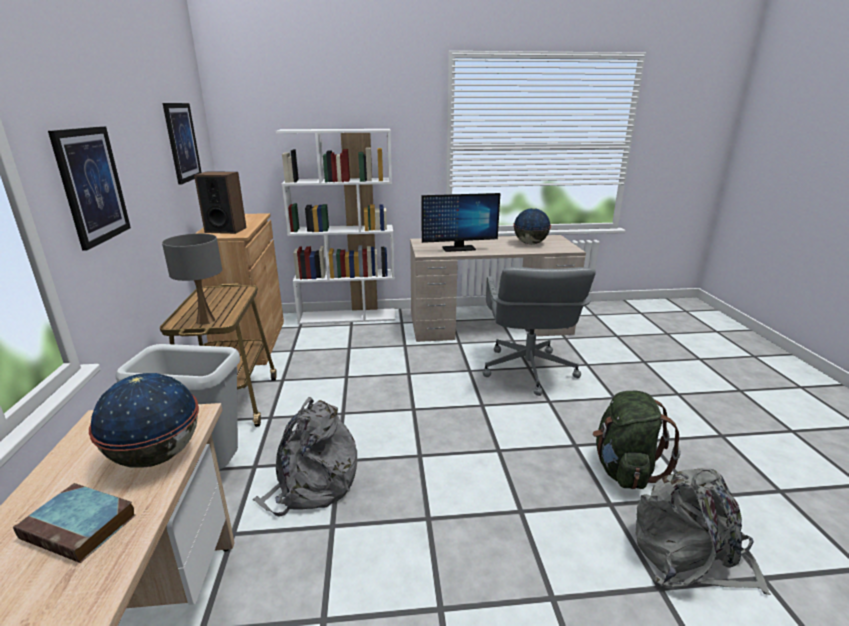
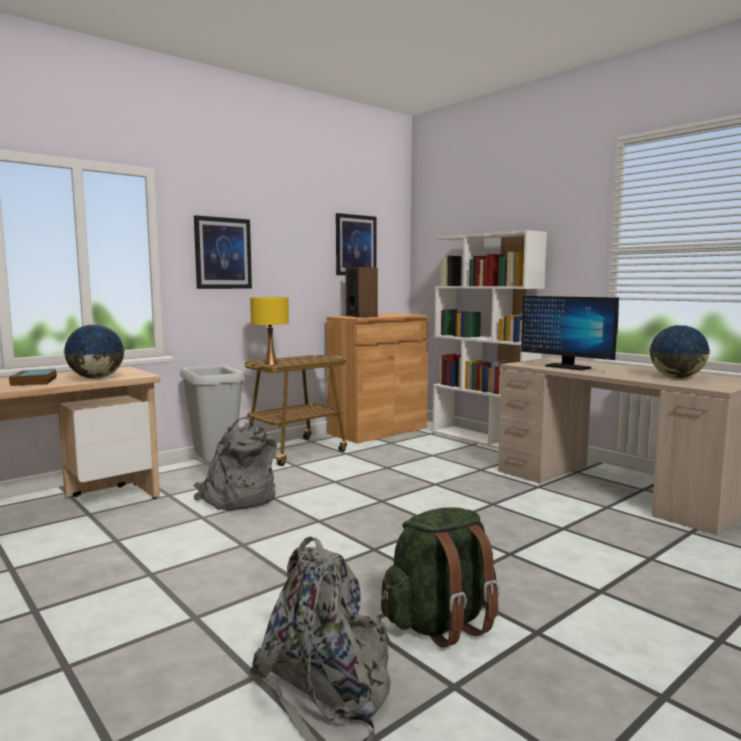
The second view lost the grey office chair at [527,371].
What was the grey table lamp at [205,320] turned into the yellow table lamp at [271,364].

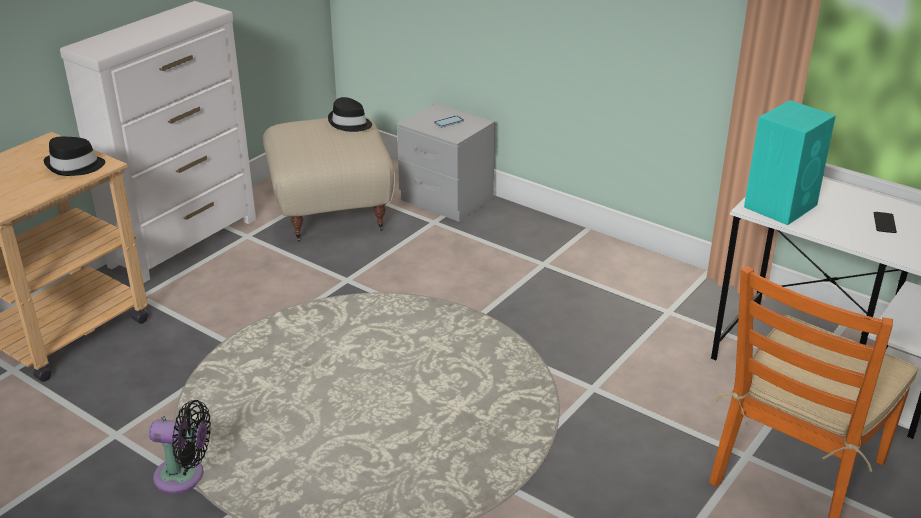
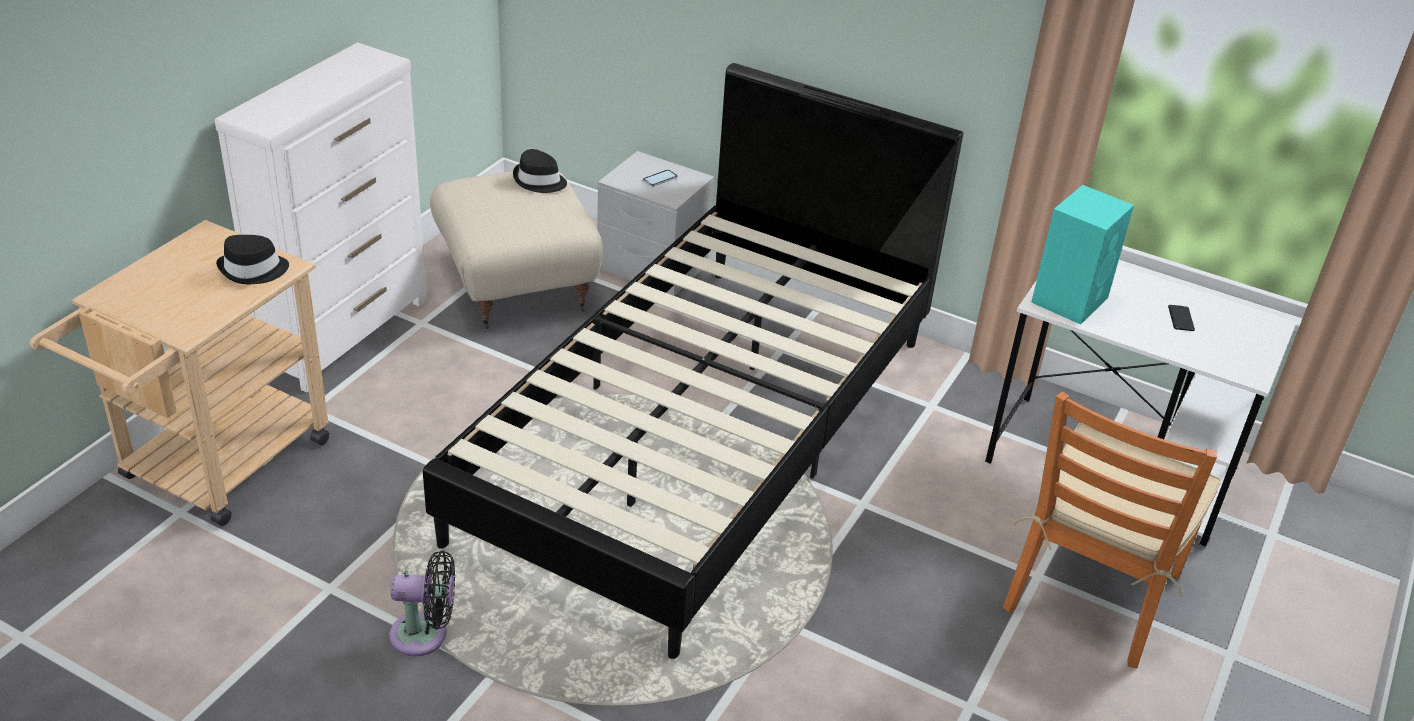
The second view gained the black bed at [702,434].

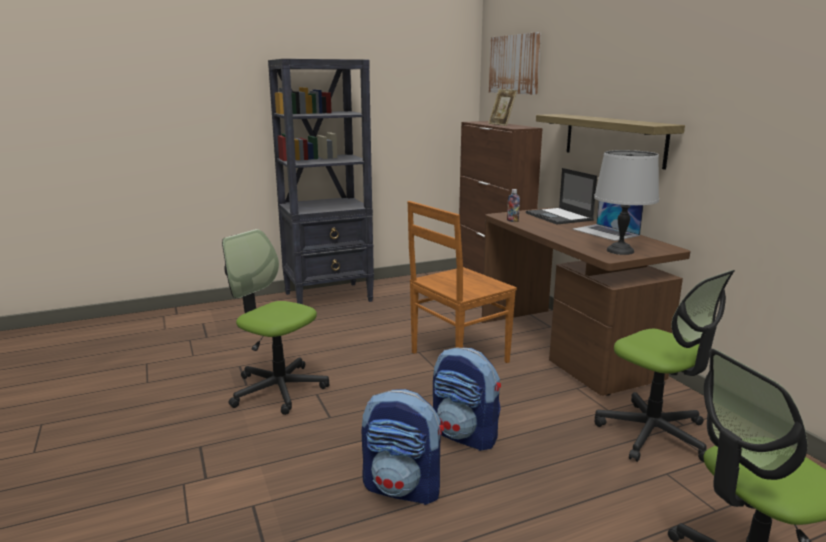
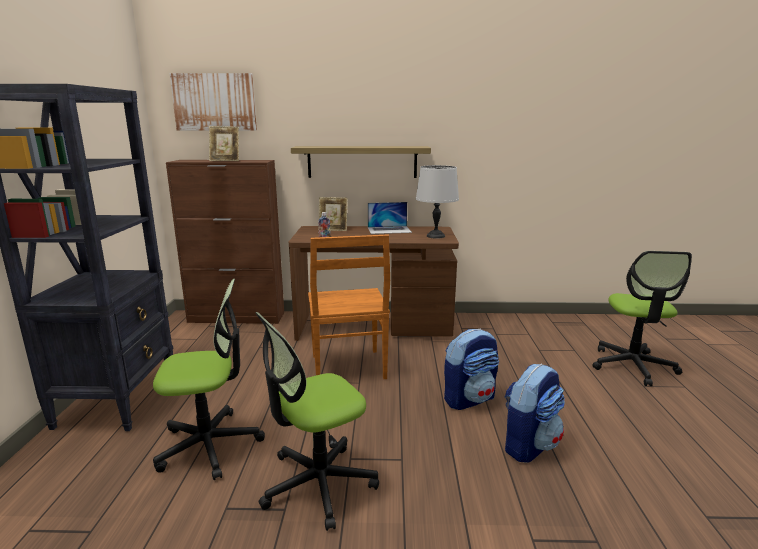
The office chair ended up elsewhere, having gone from [654,434] to [210,445].
Where the laptop stood at [559,217], the picture frame came to stand at [333,229].

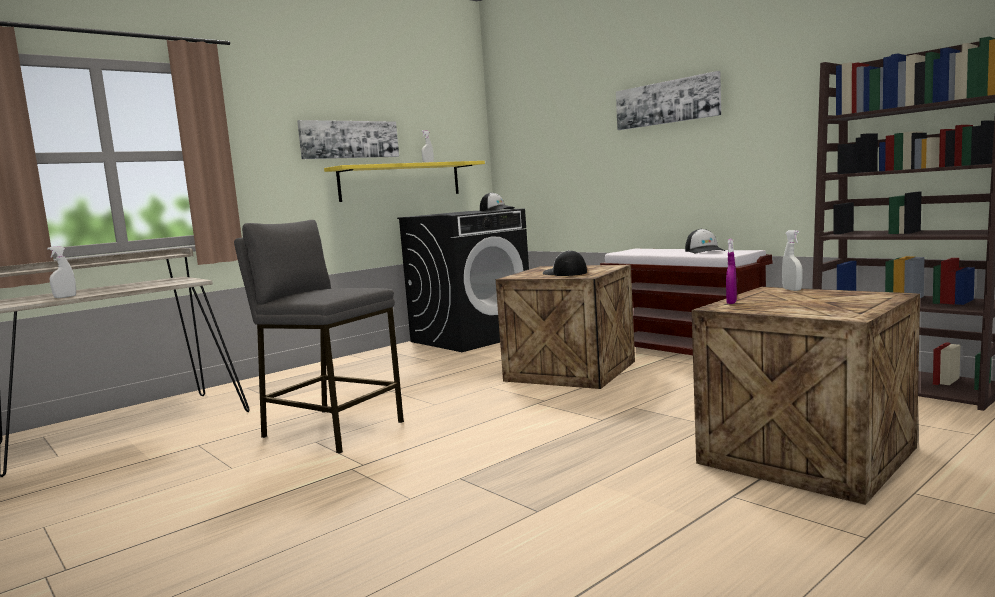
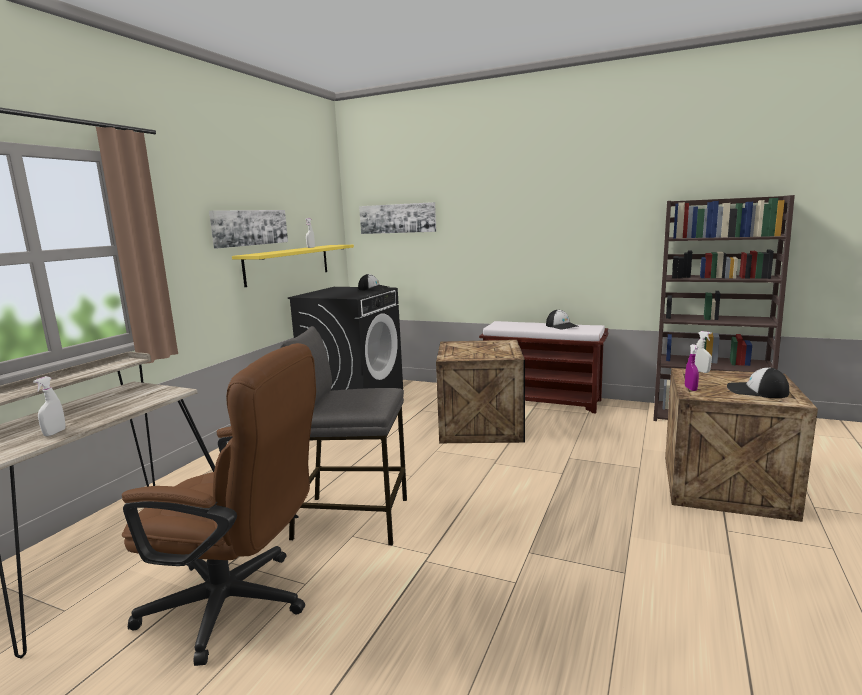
The second view gained the brown office chair at [240,605].
The cap ended up elsewhere, having gone from [564,273] to [756,391].
The picture ended up elsewhere, having gone from [667,102] to [397,218].

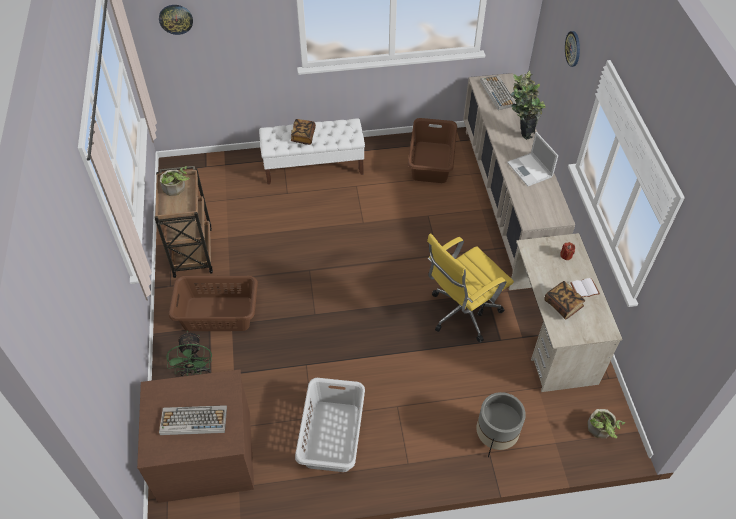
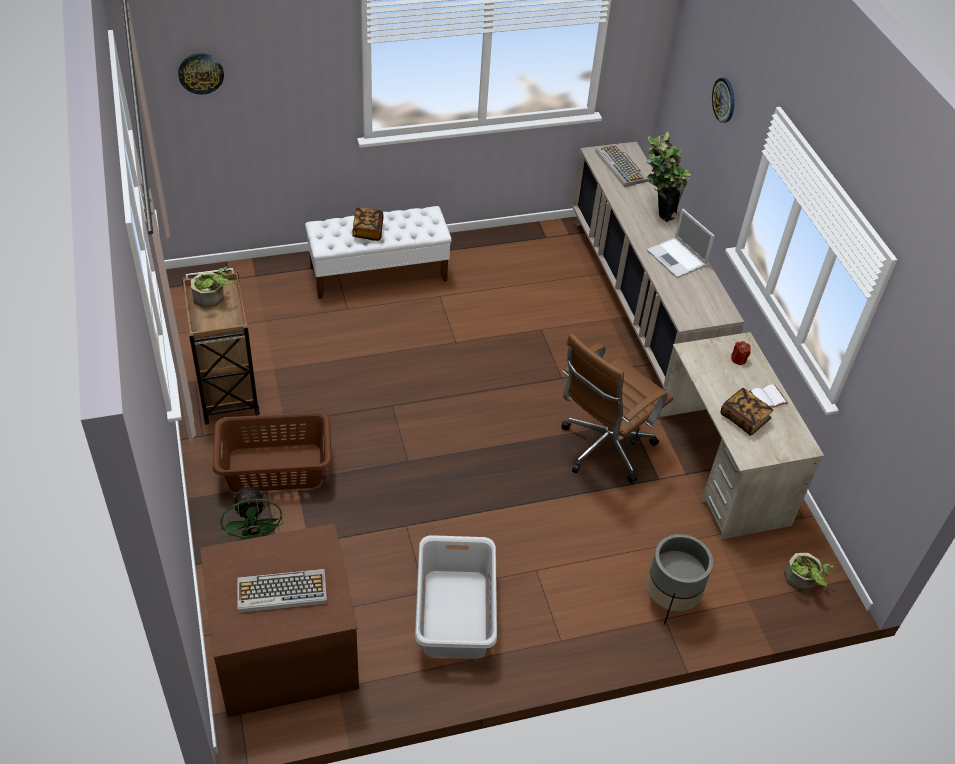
The second view lost the brown laundry basket at [431,162].
What was the yellow office chair at [461,314] turned into the brown office chair at [603,449].

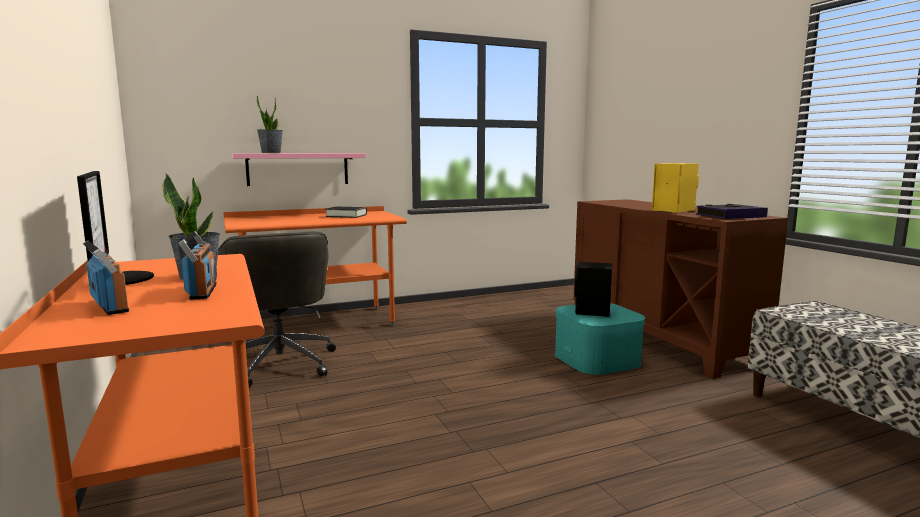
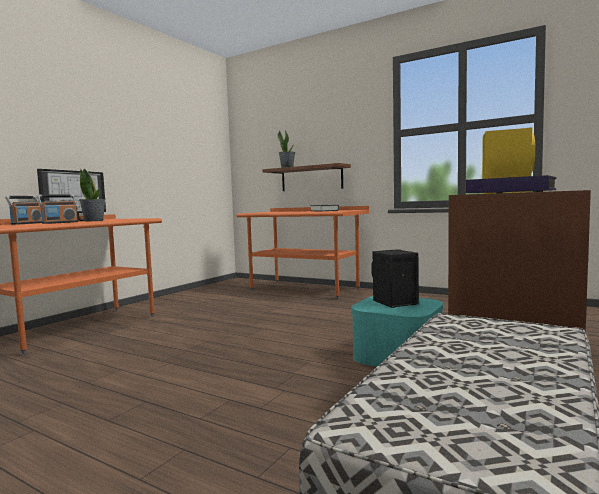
The second view lost the grey office chair at [279,362].
What was the pink shelf at [298,169] turned into the brown shelf at [311,178].

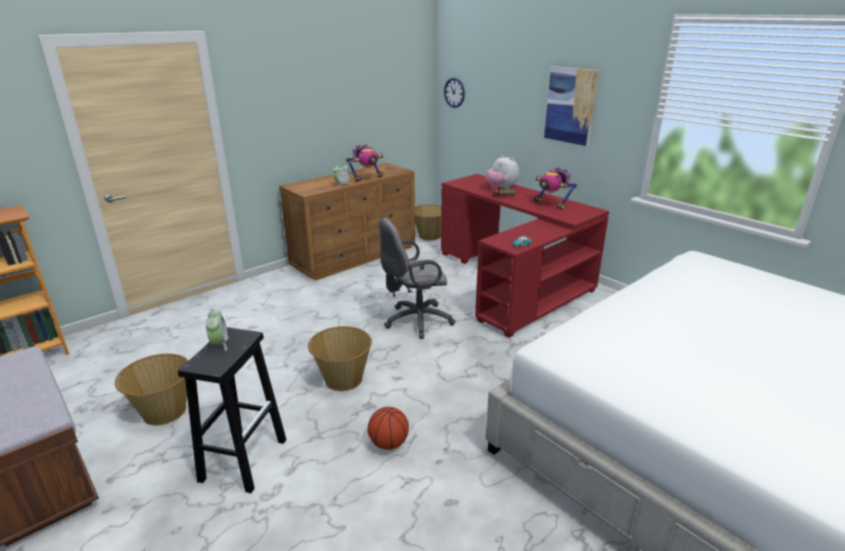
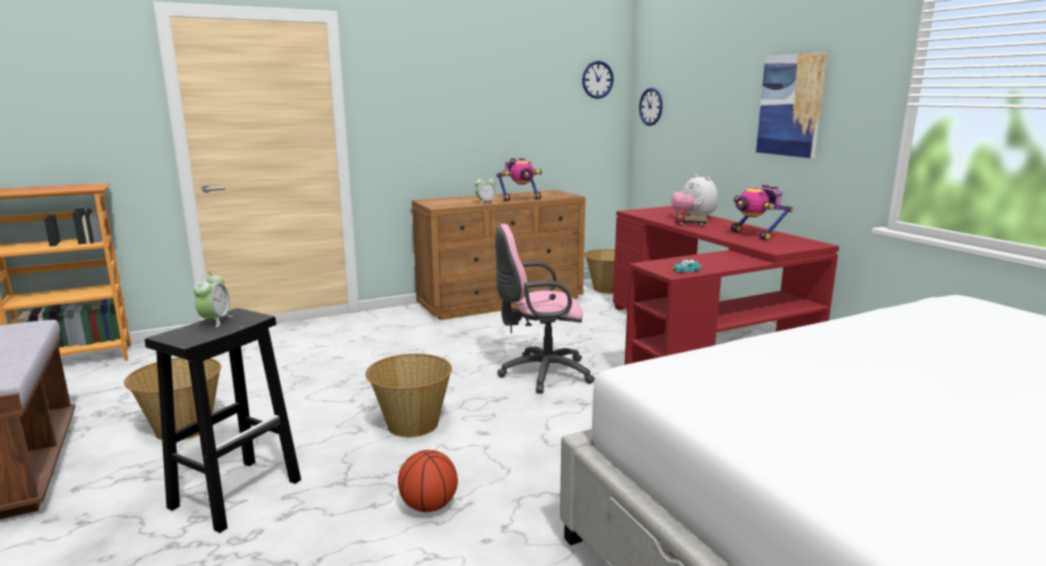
The second view gained the wall clock at [597,79].
What was the grey office chair at [414,321] turned into the pink office chair at [540,374].

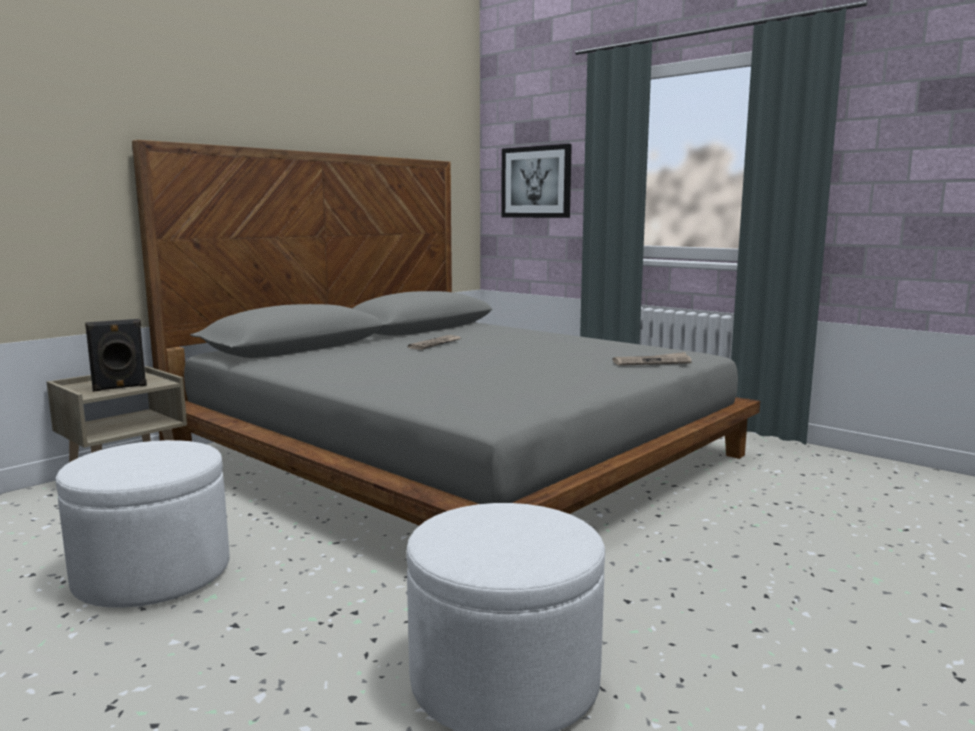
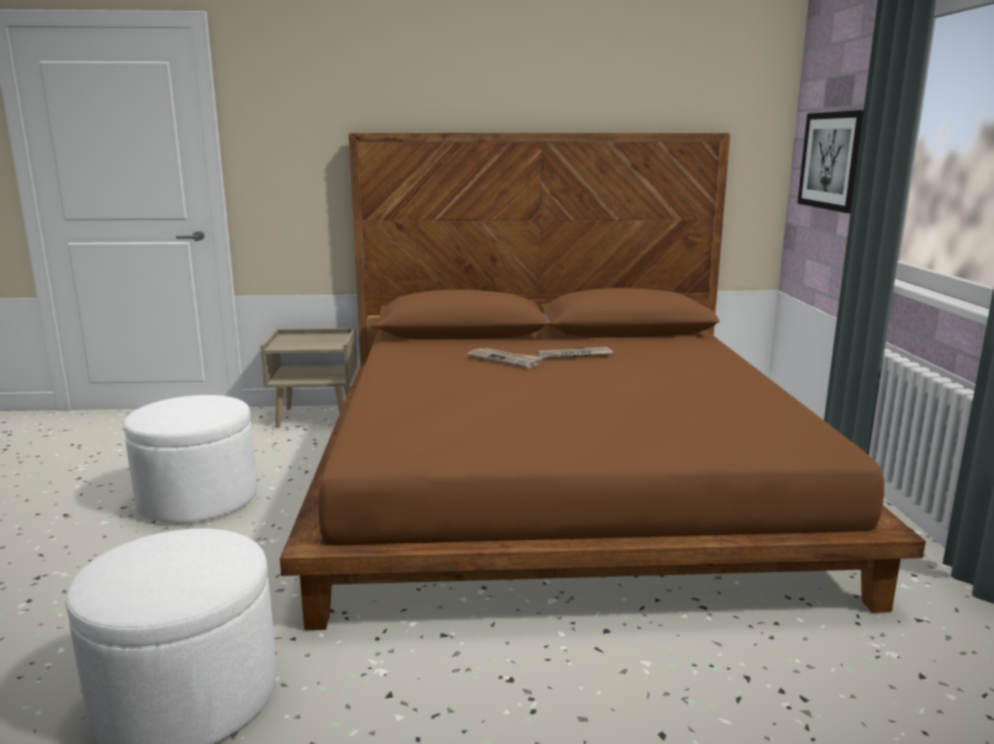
The second view lost the black speaker at [119,387].
The newspaper ended up elsewhere, having gone from [652,362] to [505,360].
What was the grey bed at [459,455] turned into the brown bed at [560,481].

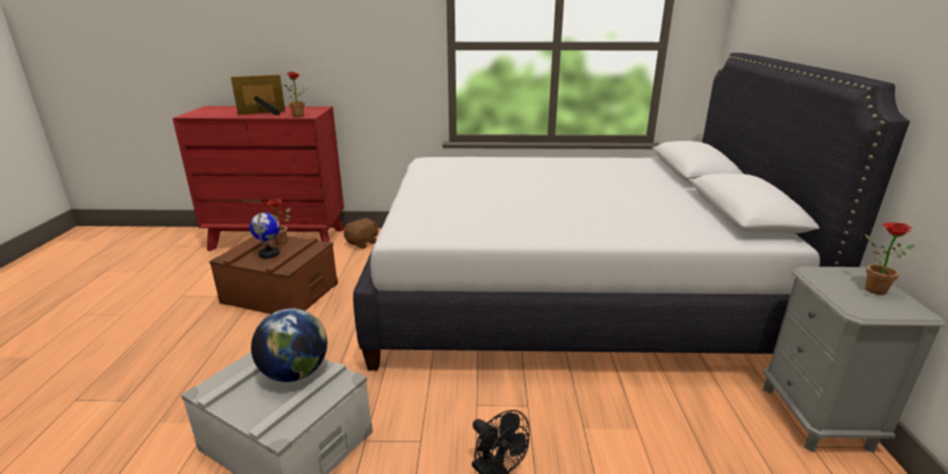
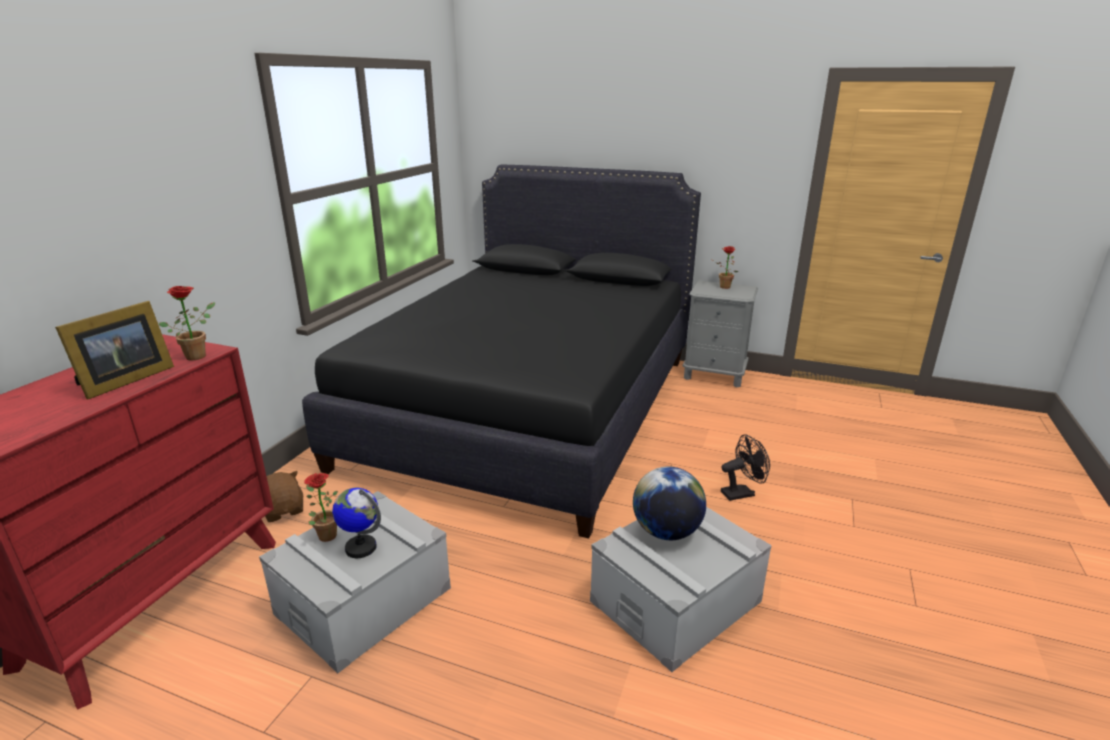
What was the brown storage box at [280,293] turned into the grey storage box at [364,601].
What was the white bed at [566,293] turned into the black bed at [528,408].
The picture frame at [263,114] ended up facing another way, 150 degrees counterclockwise from before.

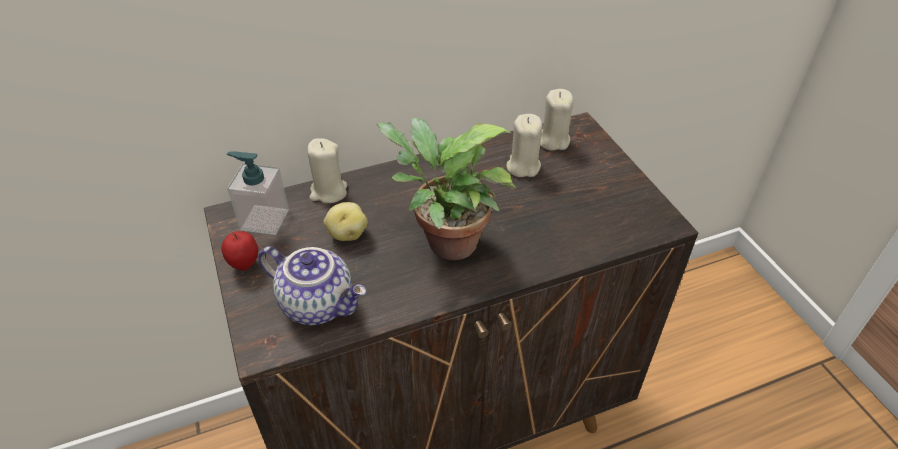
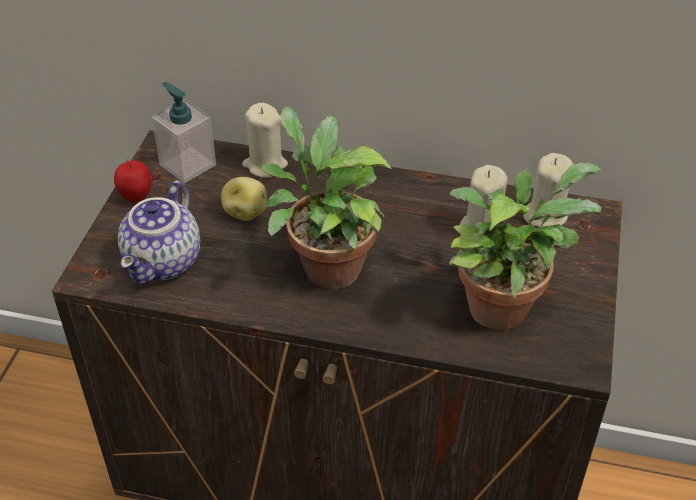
The second view gained the potted plant at [502,303].
The teapot at [319,303] ended up facing another way, 45 degrees clockwise from before.

